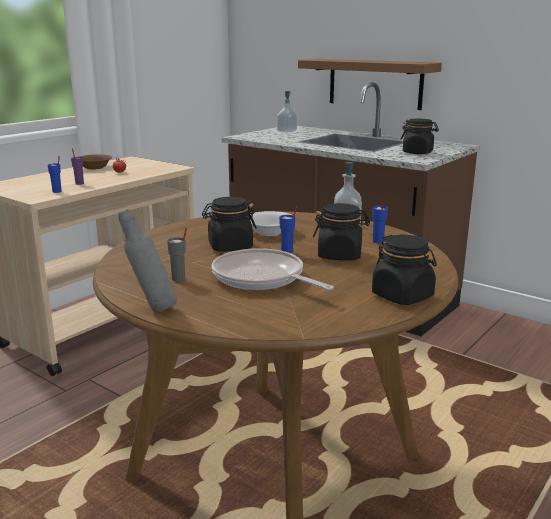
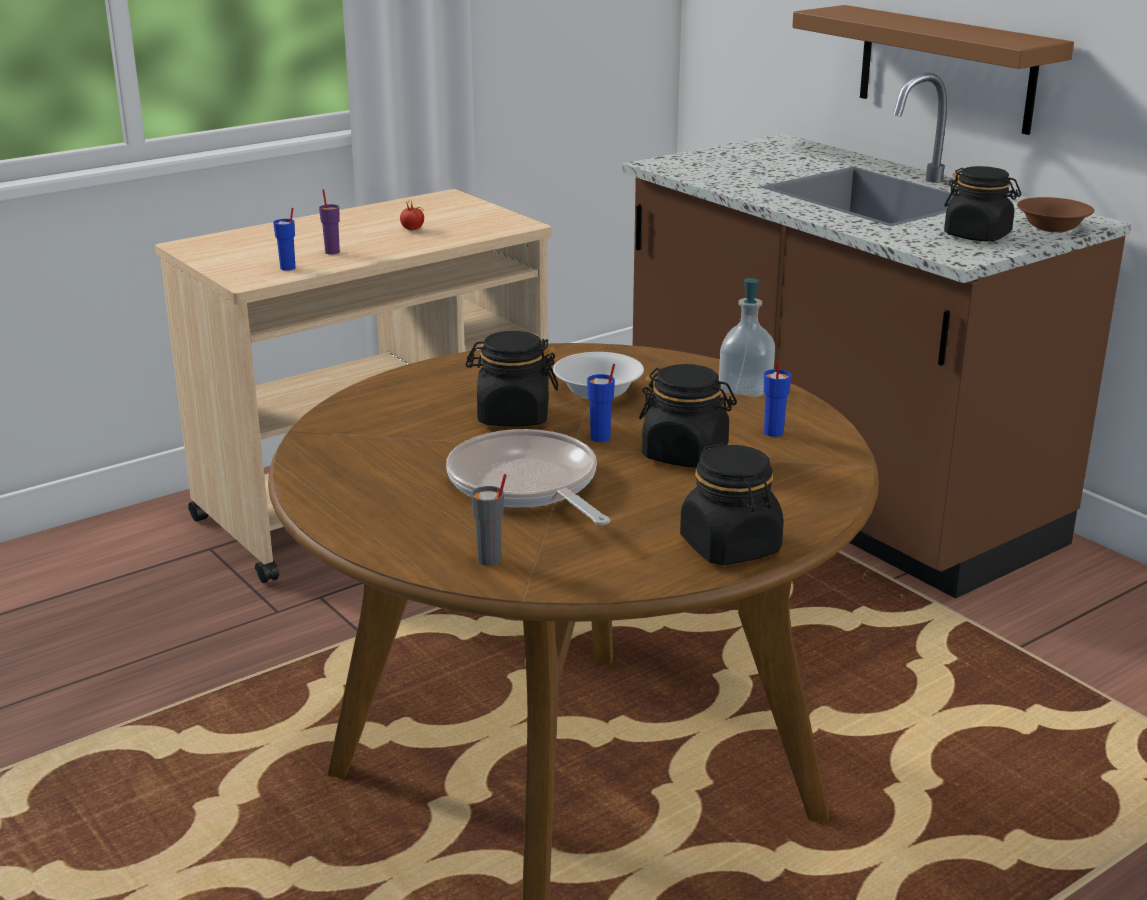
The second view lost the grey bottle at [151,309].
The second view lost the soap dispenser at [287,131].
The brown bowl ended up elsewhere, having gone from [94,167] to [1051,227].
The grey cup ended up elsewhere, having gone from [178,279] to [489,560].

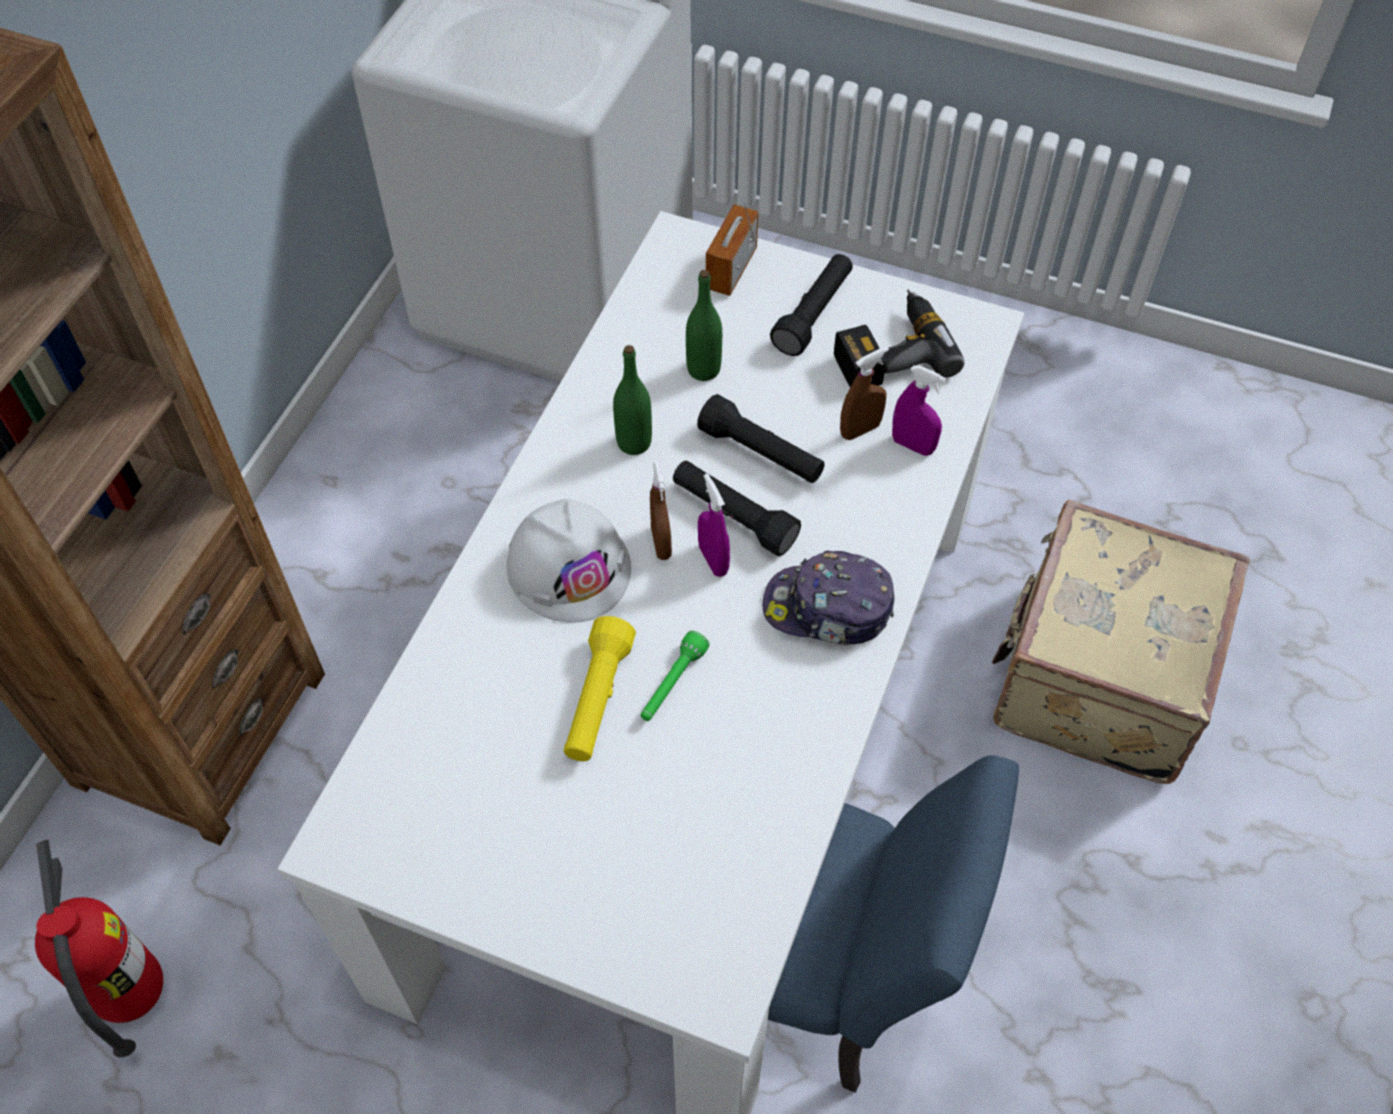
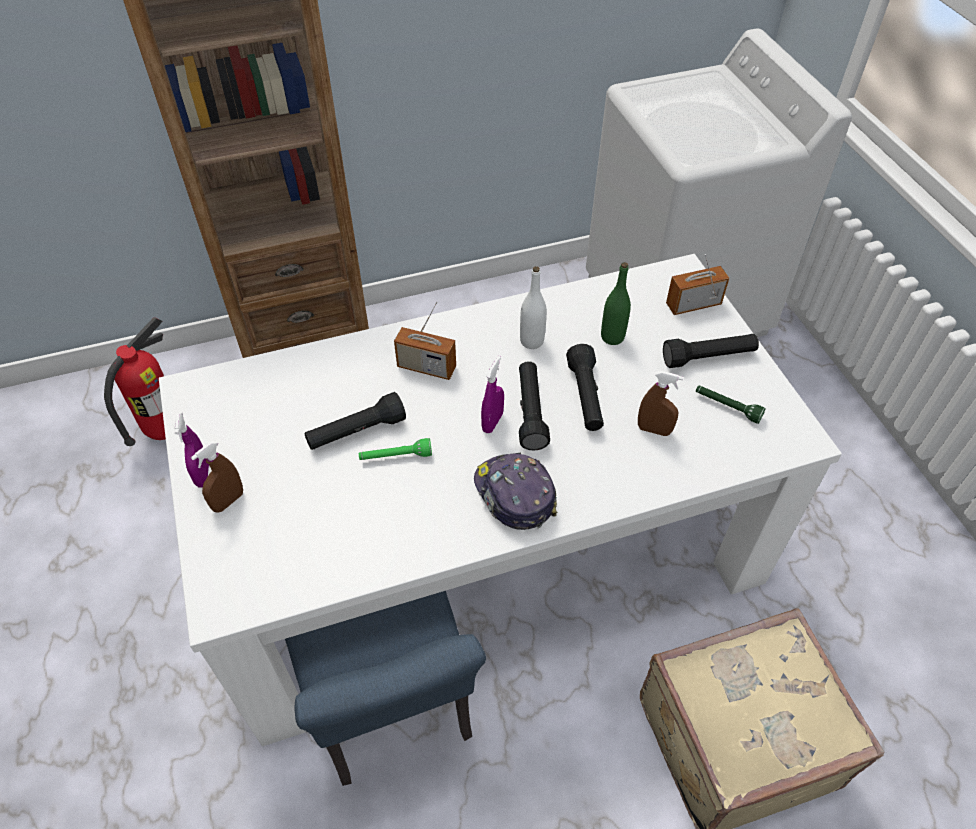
The brown spray bottle ended up elsewhere, having gone from [661,543] to [228,501].
The purple spray bottle ended up elsewhere, having gone from [912,445] to [203,475].
Where the white hard hat stood at [569,567], the radio came to stand at [426,367].
Where the power drill stood at [890,351], the green flashlight came to stand at [727,407].
What was the yellow flashlight at [597,700] turned into the black flashlight at [356,432].
What was the green bottle at [634,442] turned into the white bottle at [531,341].

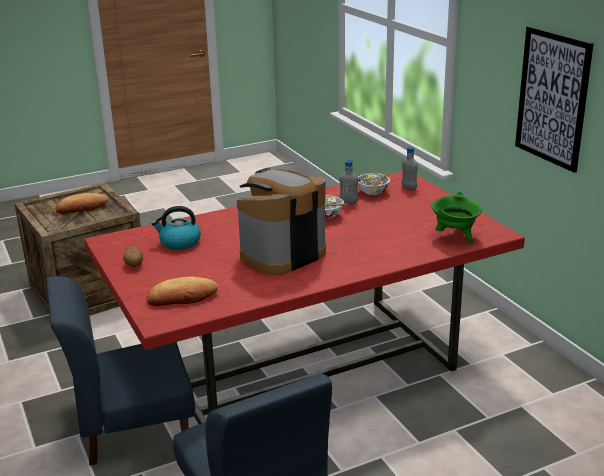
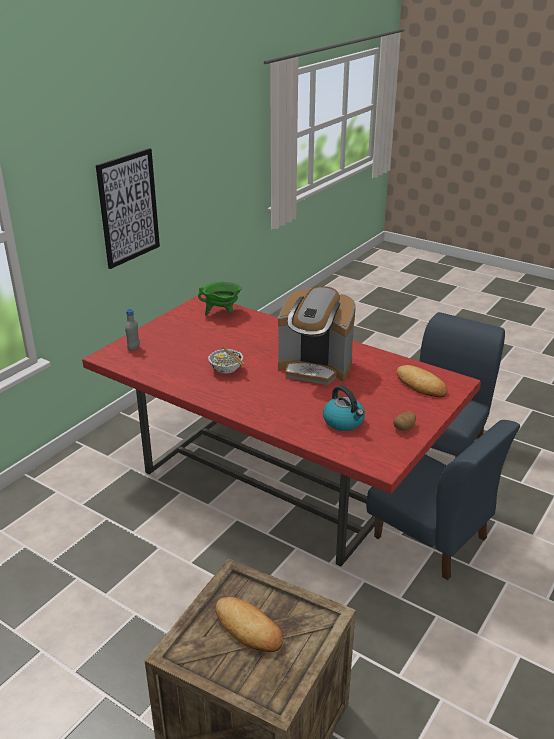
The second view lost the grey bottle at [348,203].
The second view lost the bowl at [373,192].

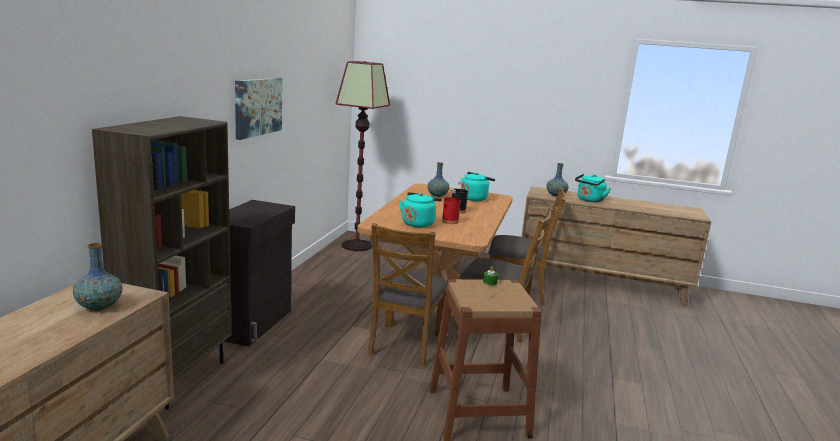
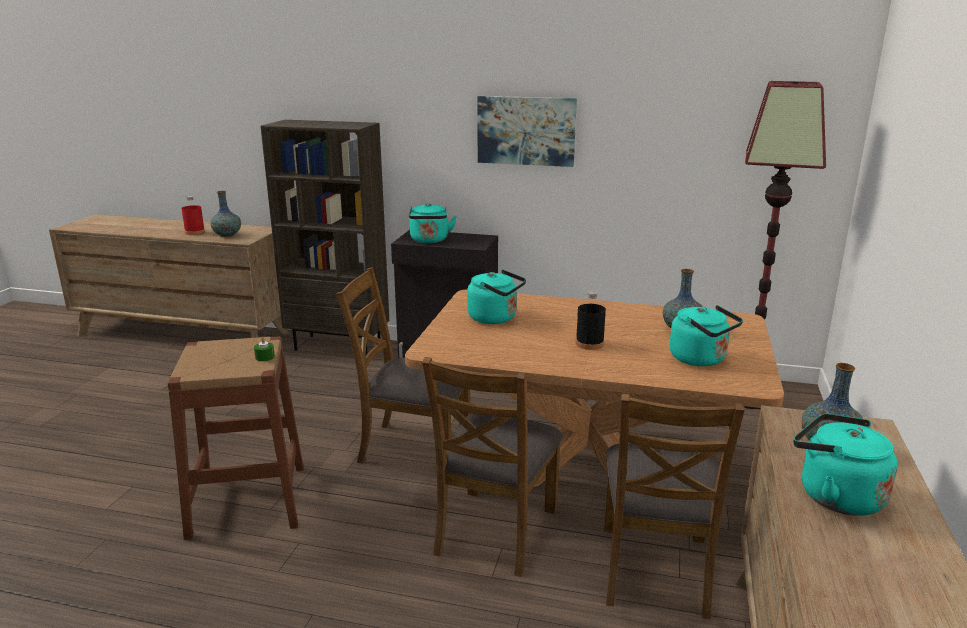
The second view gained the turquoise kettle at [429,240].
The red bottle ended up elsewhere, having gone from [450,221] to [195,232].

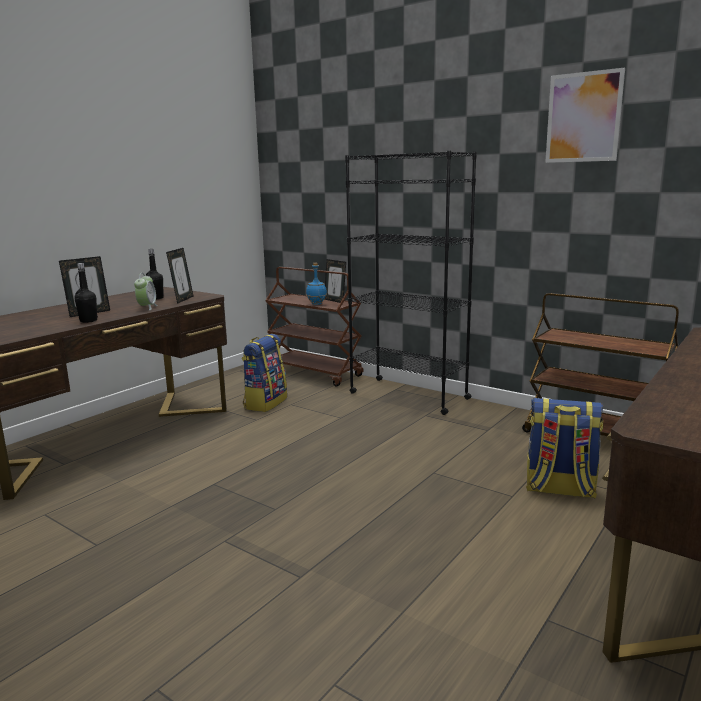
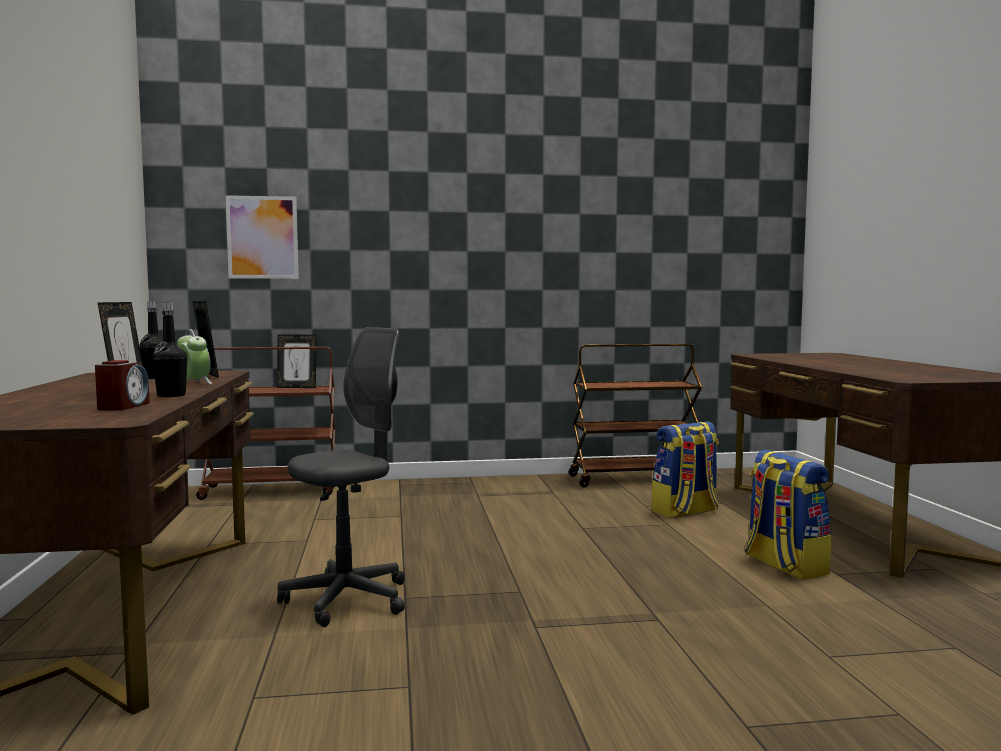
The second view lost the blue bottle at [317,304].
The second view lost the black bookcase at [408,395].
The second view gained the alarm clock at [123,406].
The second view gained the grey office chair at [347,600].
The backpack ended up elsewhere, having gone from [265,403] to [784,566].
The picture ended up elsewhere, having gone from [583,117] to [262,237].

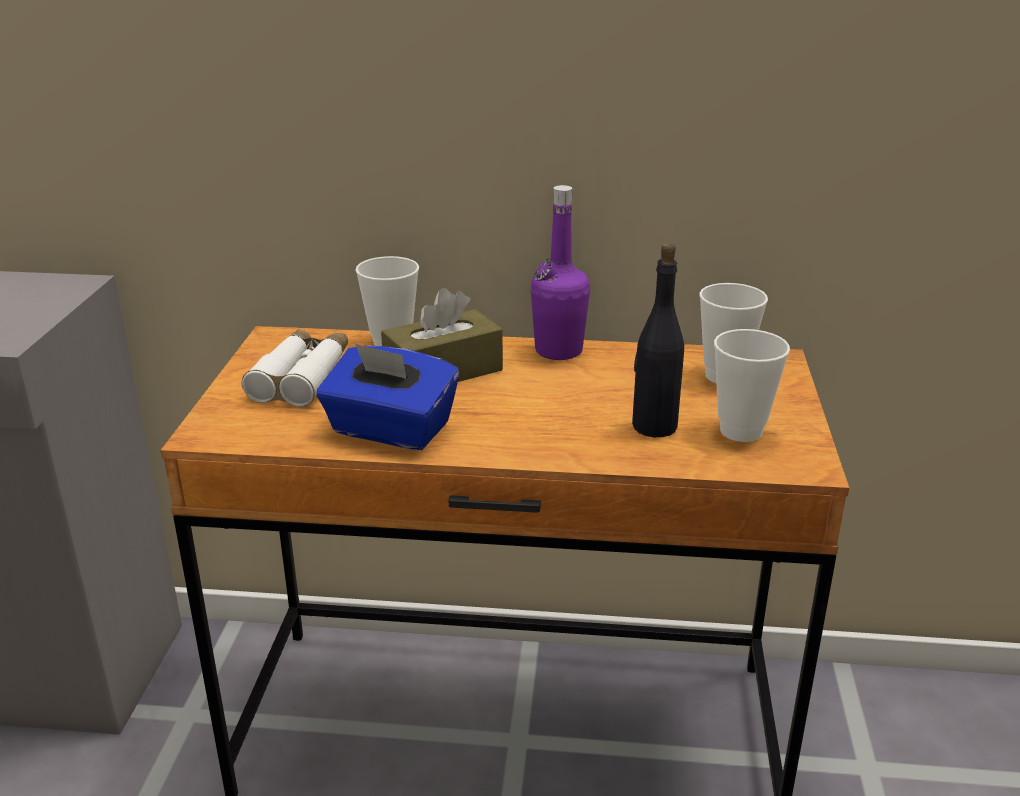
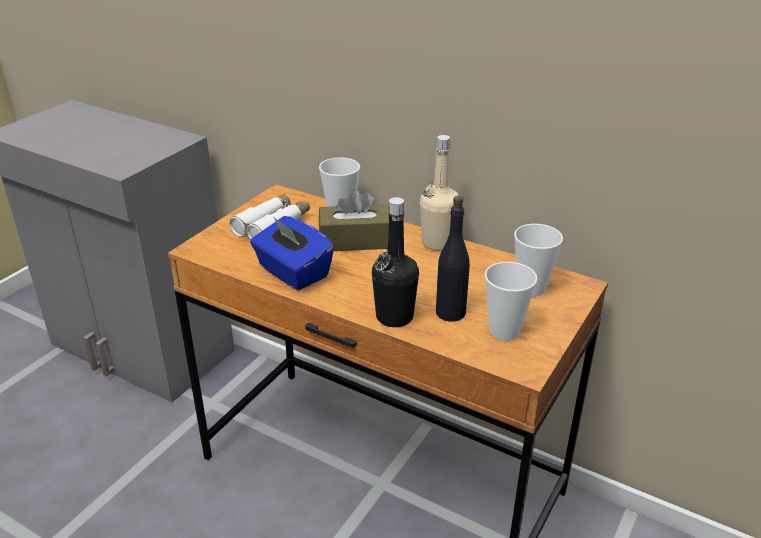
The second view gained the black bottle at [394,317].
What was the purple bottle at [558,351] turned into the beige bottle at [438,243].

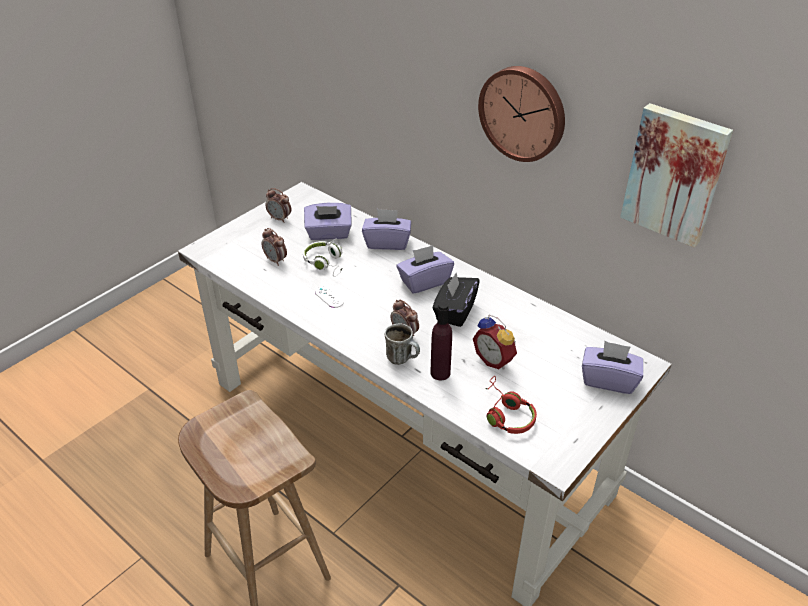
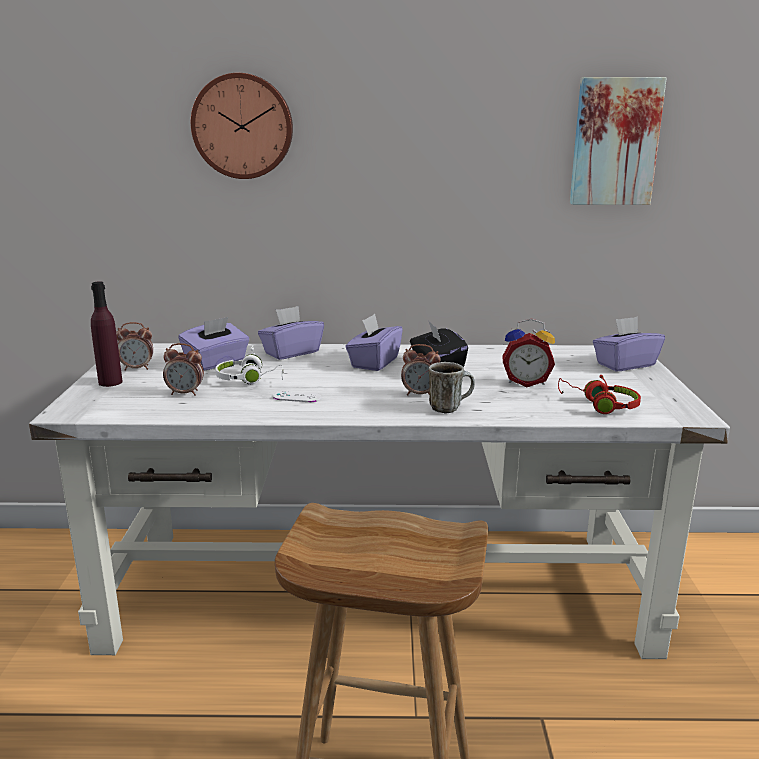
The purple bottle ended up elsewhere, having gone from [440,373] to [110,382].
The wall clock ended up elsewhere, having gone from [523,112] to [243,126].

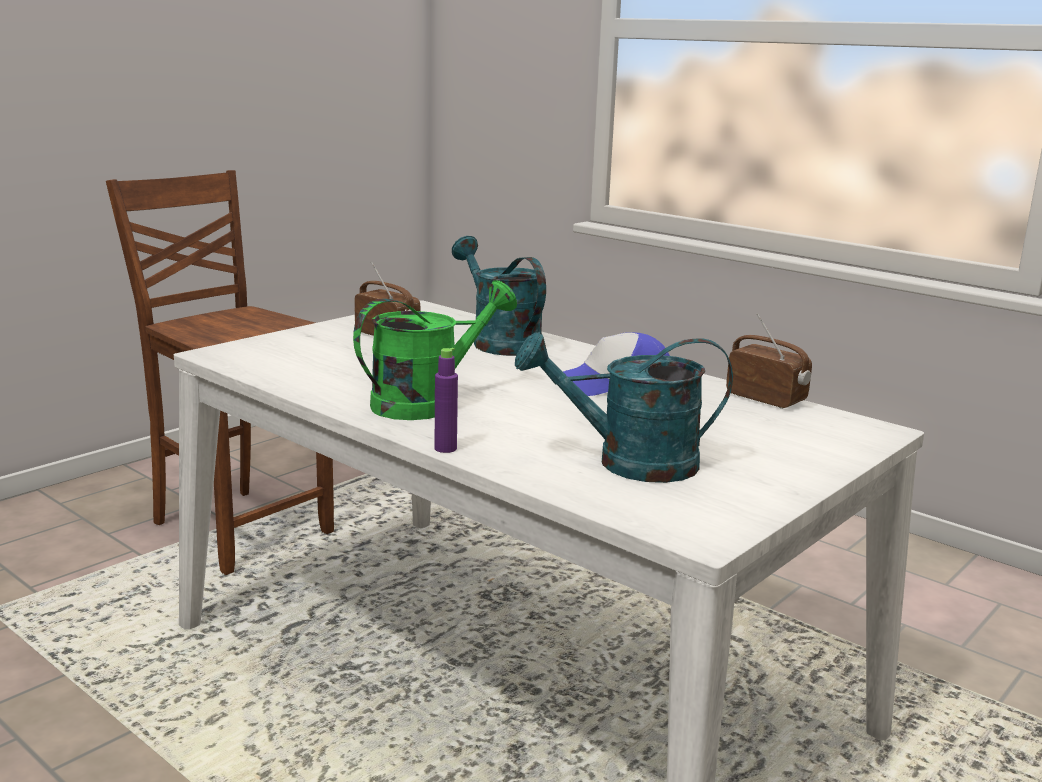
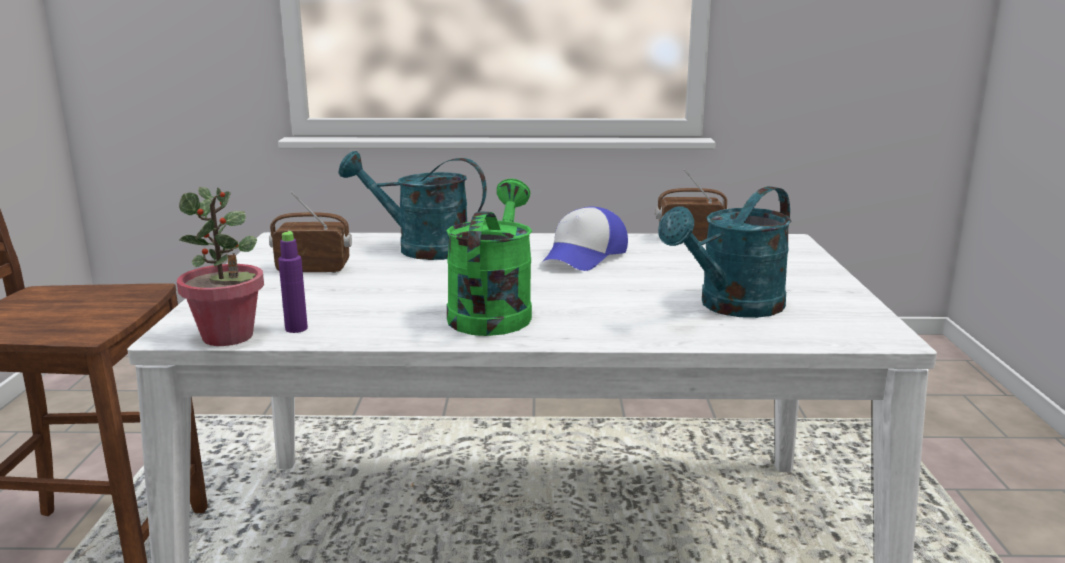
The second view gained the potted plant at [228,336].
The purple bottle ended up elsewhere, having gone from [445,448] to [296,329].

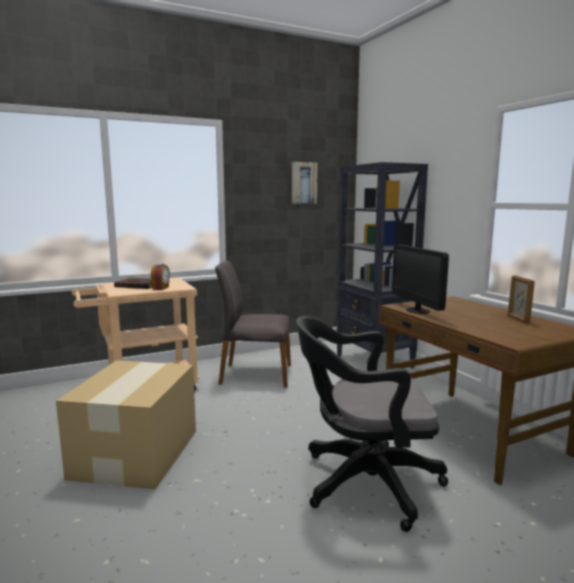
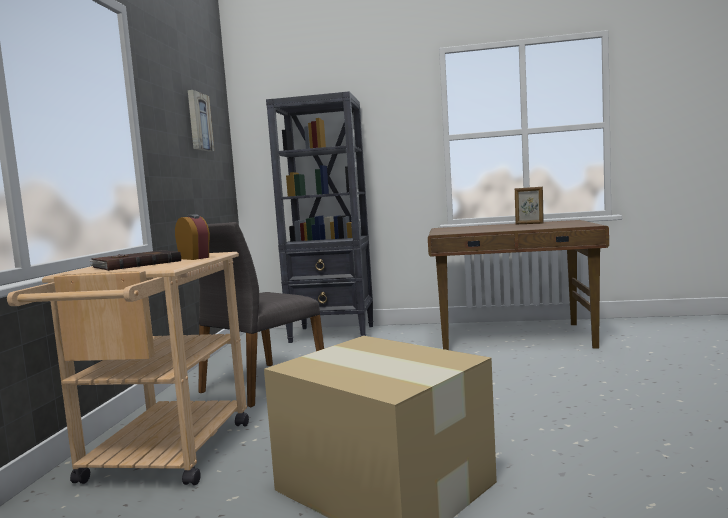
The second view lost the black office chair at [363,482].
The second view lost the monitor at [417,310].

